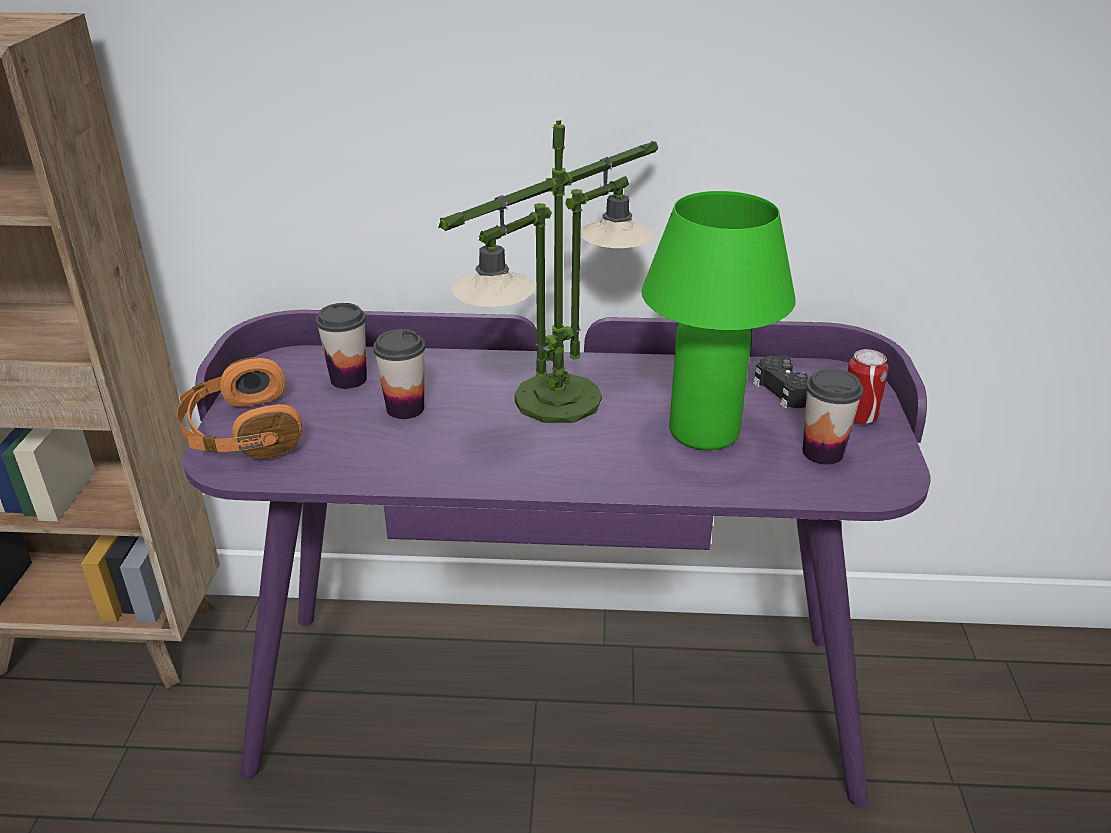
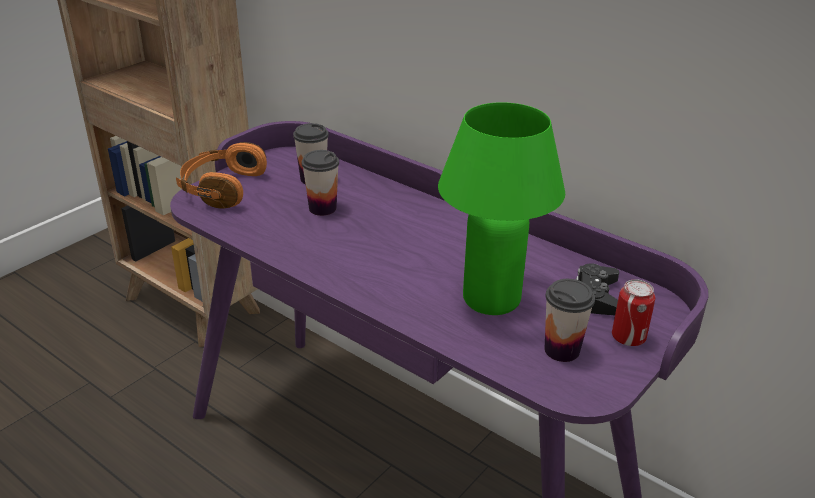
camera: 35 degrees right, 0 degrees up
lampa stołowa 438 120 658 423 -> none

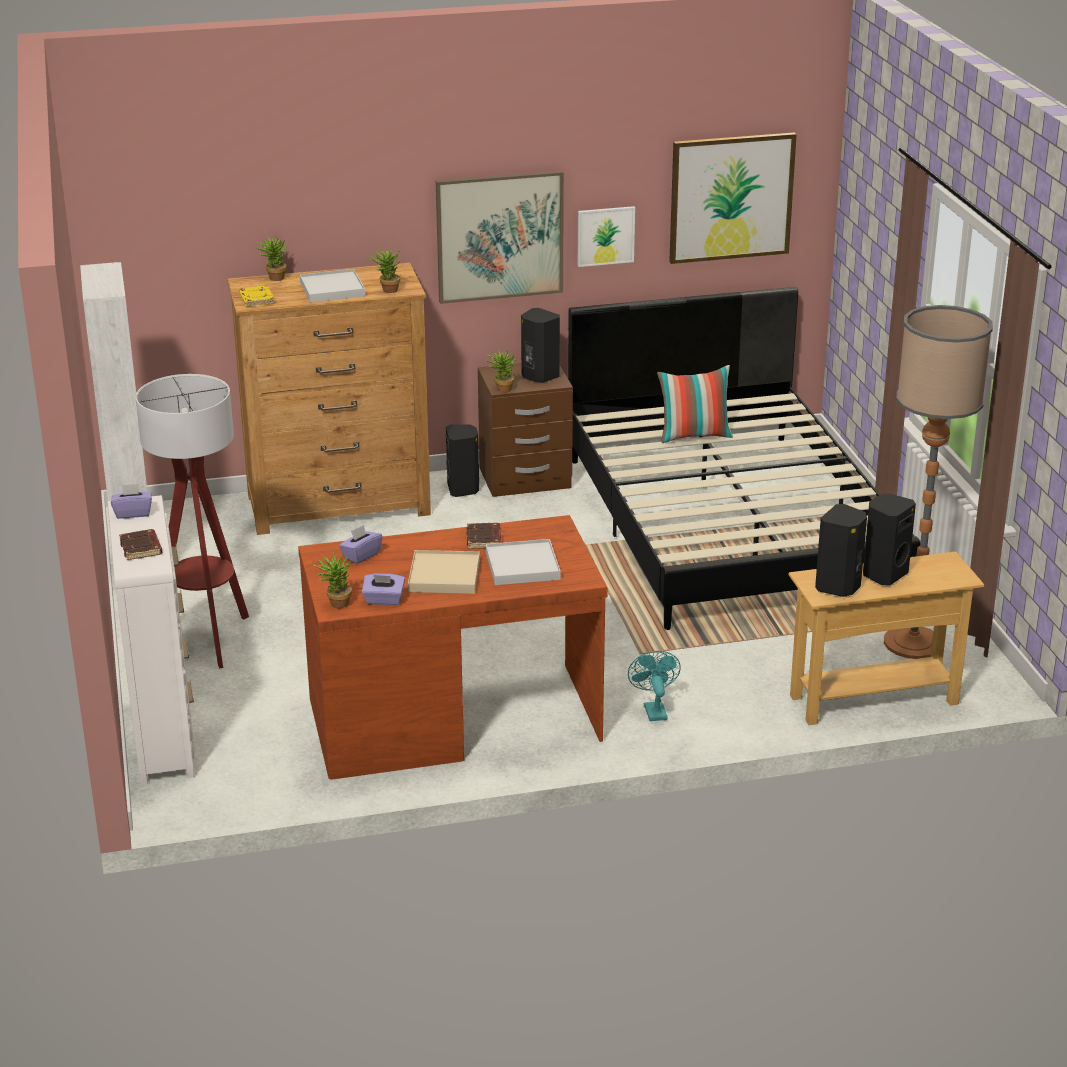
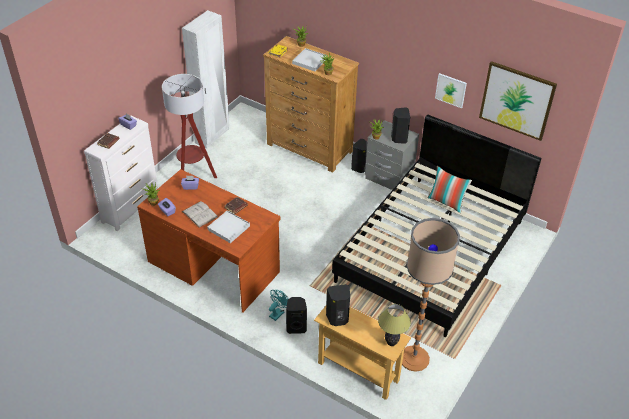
camera: 45 degrees right, 15 degrees up
taca [beżowy] 408 550 480 594 -> książka [biały] 182 201 218 228
obraz 436 171 564 304 -> none
szafka nocna [brązowy] 478 363 573 497 -> szafka nocna [szary] 365 120 419 190
głośnik [czarny] 863 494 916 585 -> głośnik [czarny] 286 297 307 334, relocated
none -> lampa stołowa 378 304 411 346

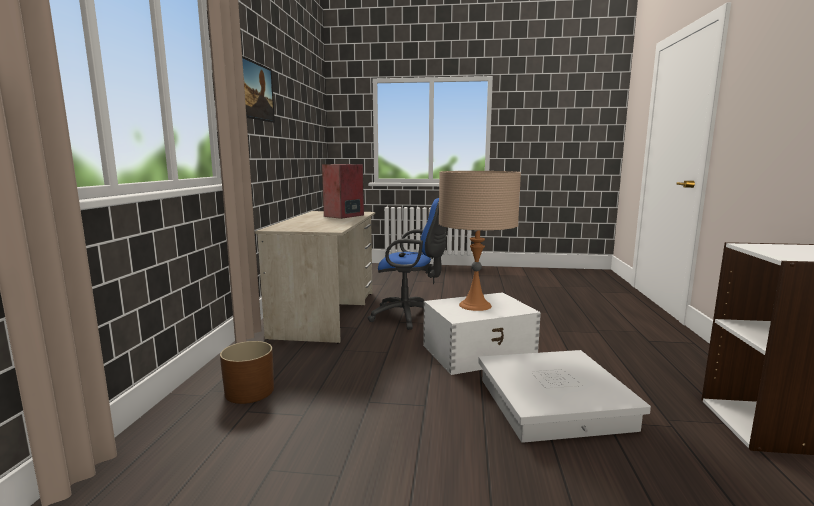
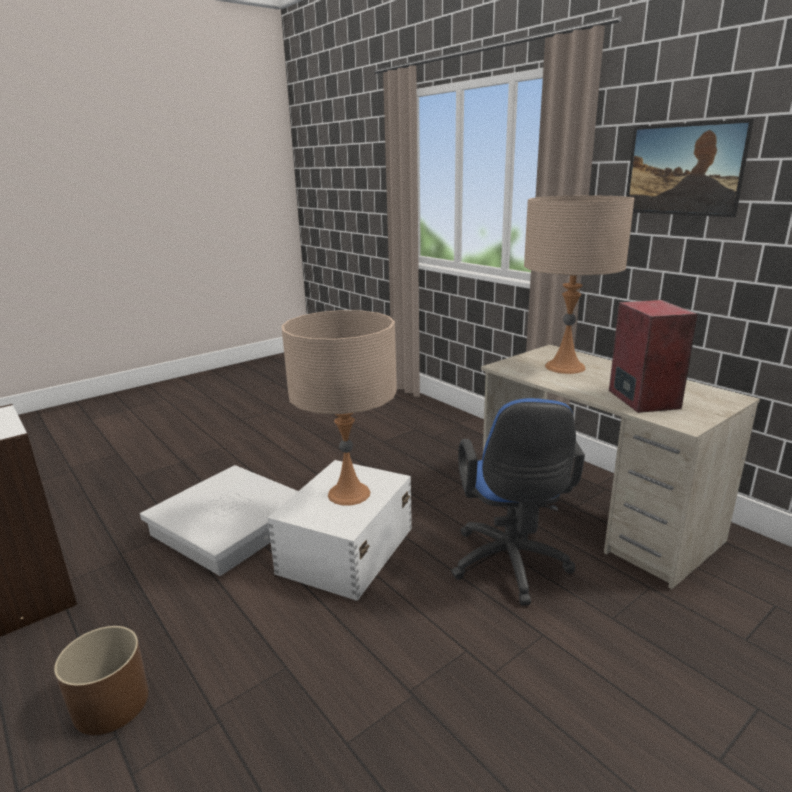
camera: 135 degrees right, 10 degrees up
donica [brązowy] 220 341 274 404 -> donica [brązowy] 54 626 149 735, relocated
krzesło biurowe [niebieski] 368 198 446 330 -> krzesło biurowe [niebieski] 451 398 585 605, 60 degrees counterclockwise
none -> lampa stołowa [beżowy] 524 195 634 374

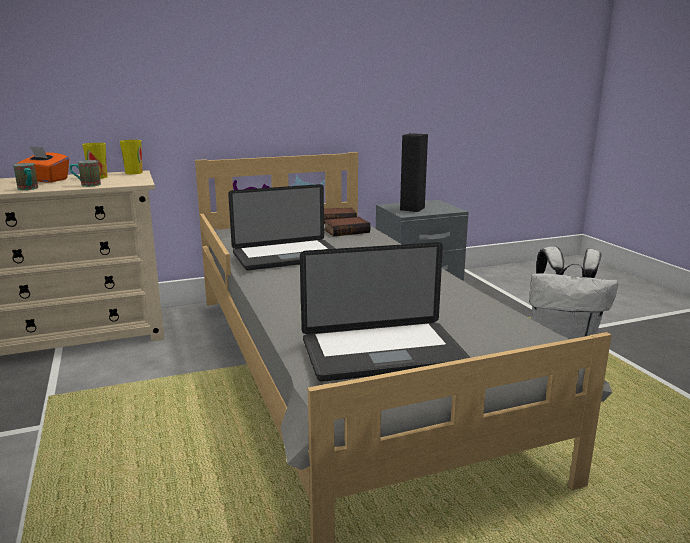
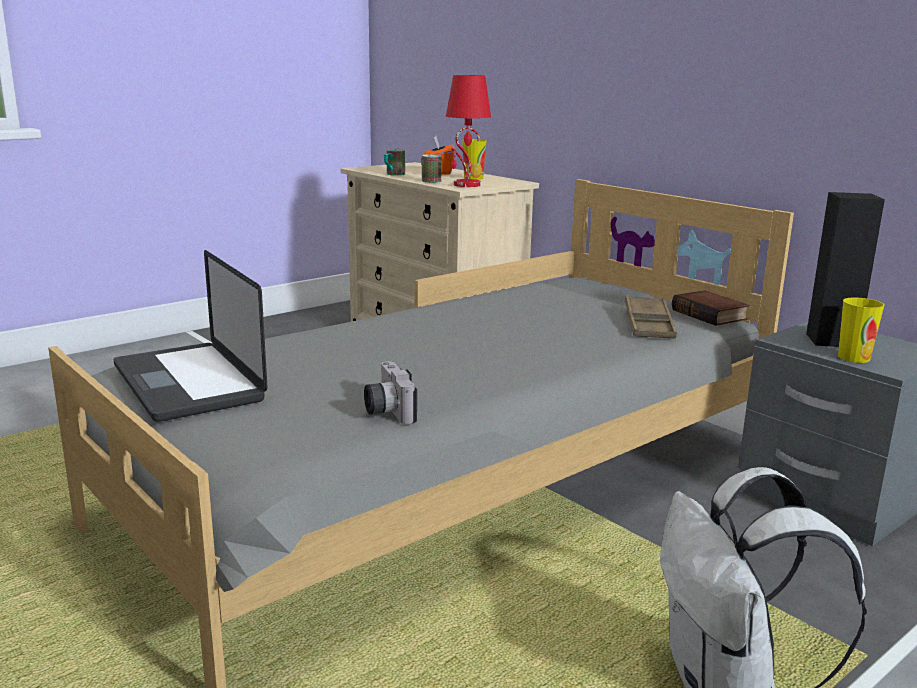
camera: 70 degrees right, 0 degrees up
filiżanka 120 140 143 174 -> filiżanka 838 297 885 363, relocated
laptop 228 184 336 270 -> none
książka 324 217 370 236 -> taca [brązowy] 625 295 677 339
none -> aparat fotograficzny 364 361 417 424
none -> lampa stołowa [czerwony] 446 75 491 187

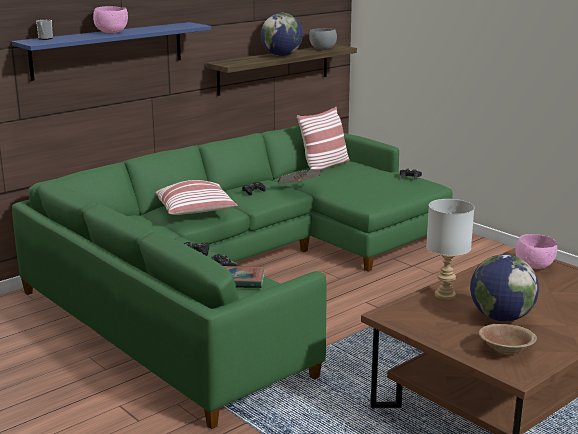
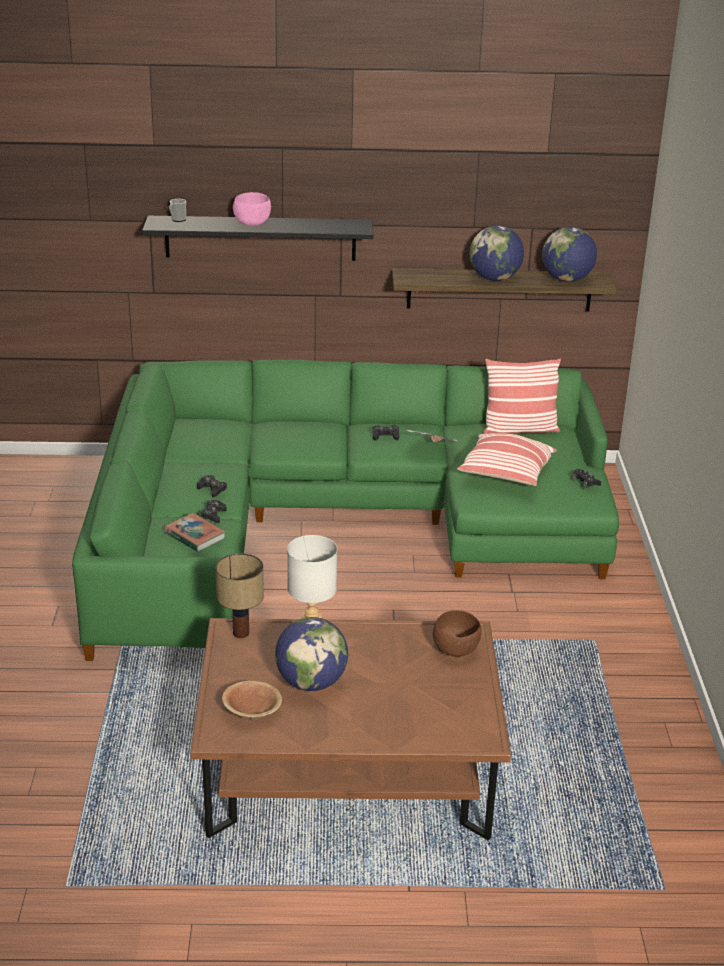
camera: 40 degrees right, 10 degrees up
półka [niebieski] 12 22 211 81 -> półka [czarny] 142 216 373 261
poduszka 154 180 238 215 -> poduszka 457 433 557 486, relocated
miska [szary] 309 28 337 50 -> globus 542 227 597 282
miska [różowy] 515 234 557 269 -> miska [brązowy] 433 610 481 657
none -> lampa stołowa 215 553 264 638

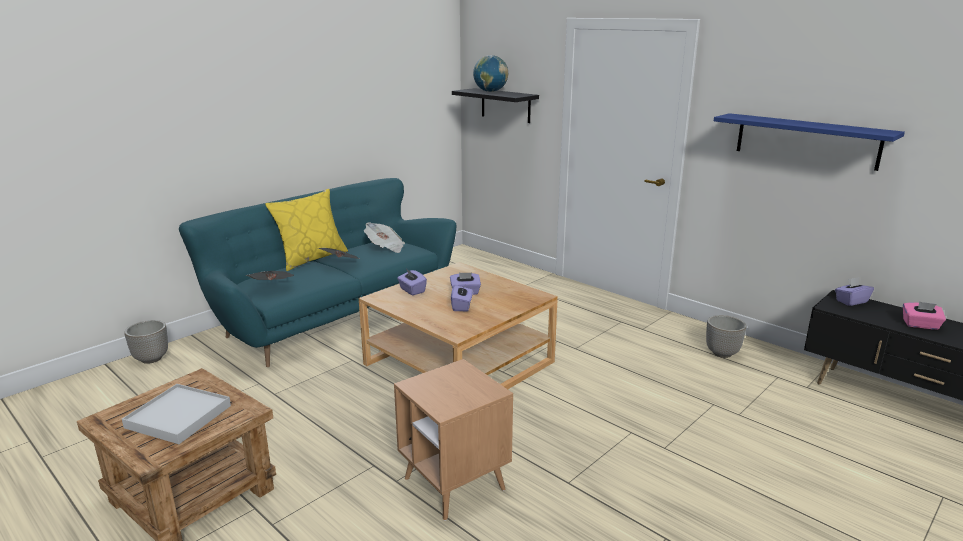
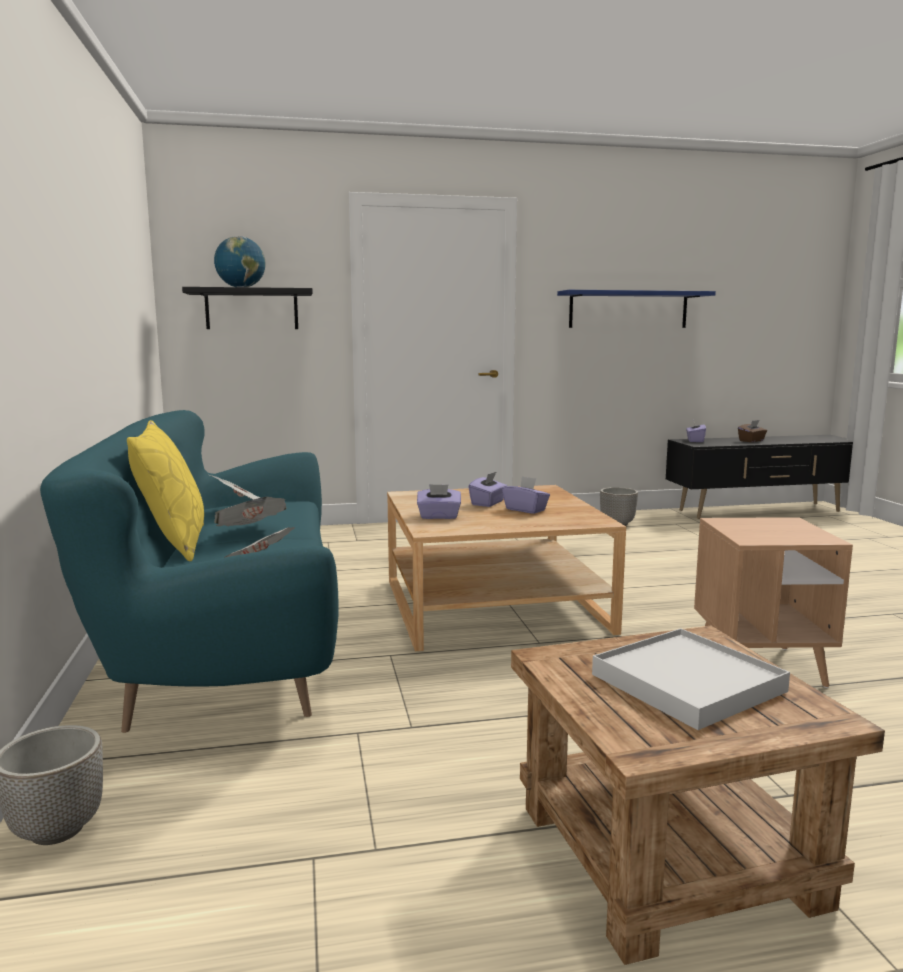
camera: 55 degrees left, 10 degrees down
pudełko chusteczek [różowy] 903 302 946 330 -> pudełko chusteczek [brązowy] 738 420 767 442

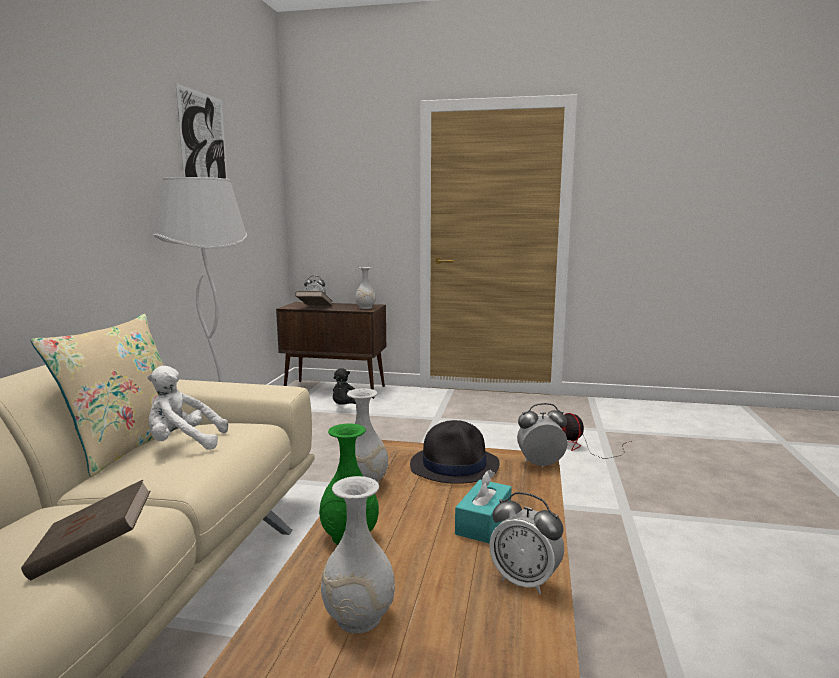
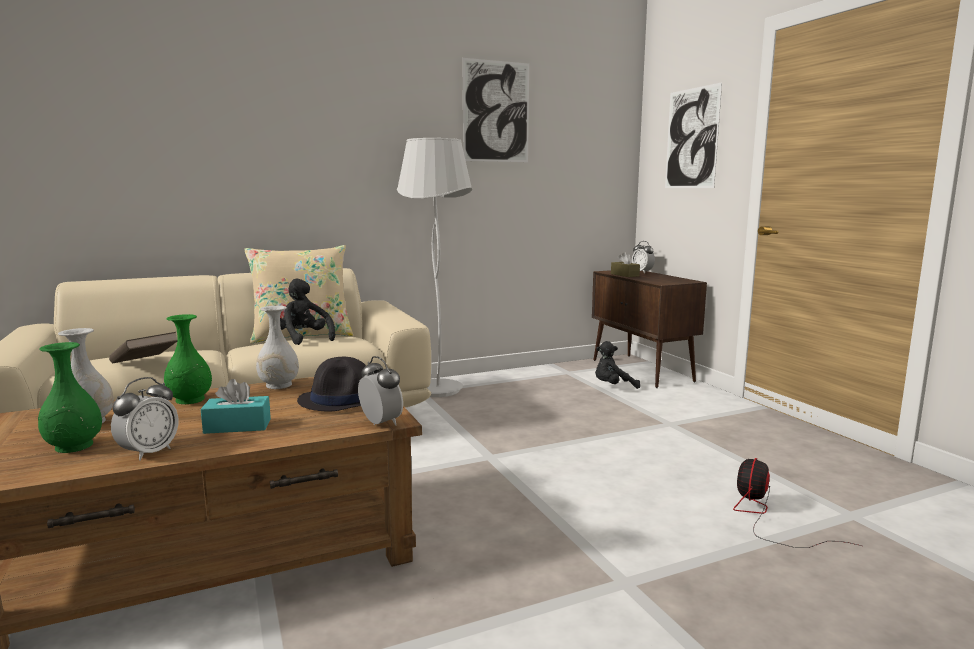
camera: 55 degrees right, 0 degrees up
pluszak [biały] 148 366 228 450 -> pluszak [czarny] 280 279 335 345
książka [brązowy] 295 291 332 306 -> pudełko chusteczek [brązowy] 611 252 640 277
wazon [biały] 355 267 376 309 -> none
budzik 489 492 564 594 -> budzik 111 377 179 461, 150 degrees counterclockwise
none -> wazon [zielony] 38 342 102 453
none -> obraz 665 82 722 188

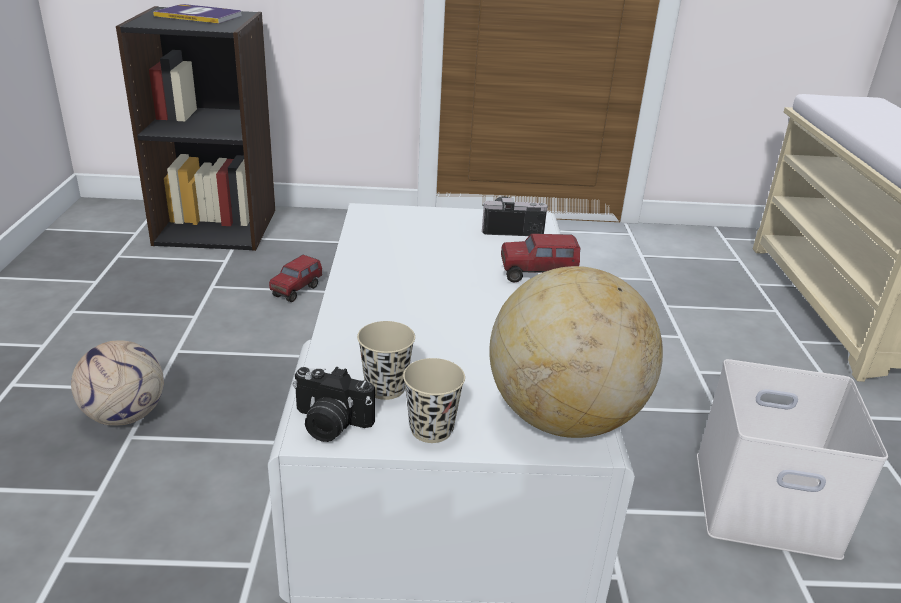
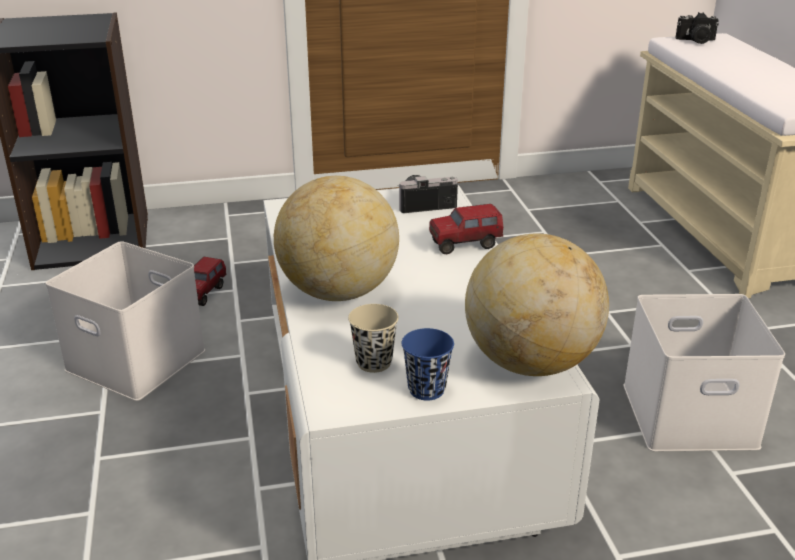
camera: 10 degrees left, 0 degrees up
piłka futbolowa 71 340 164 426 -> none
książka 153 4 242 24 -> none
aparat fotograficzny 292 367 375 442 -> aparat fotograficzny 675 12 719 44, relocated
filiżanka [beżowy] 403 358 465 443 -> filiżanka [niebieski] 402 328 454 400
none -> pojemnik do przechowywania [biały] 45 241 205 401
none -> globus 274 176 399 301

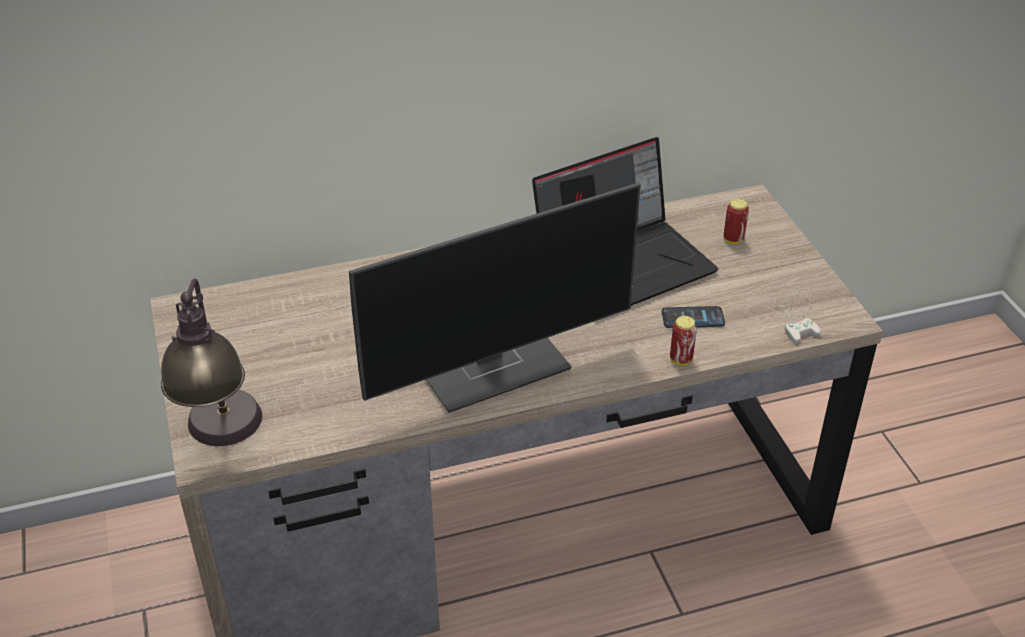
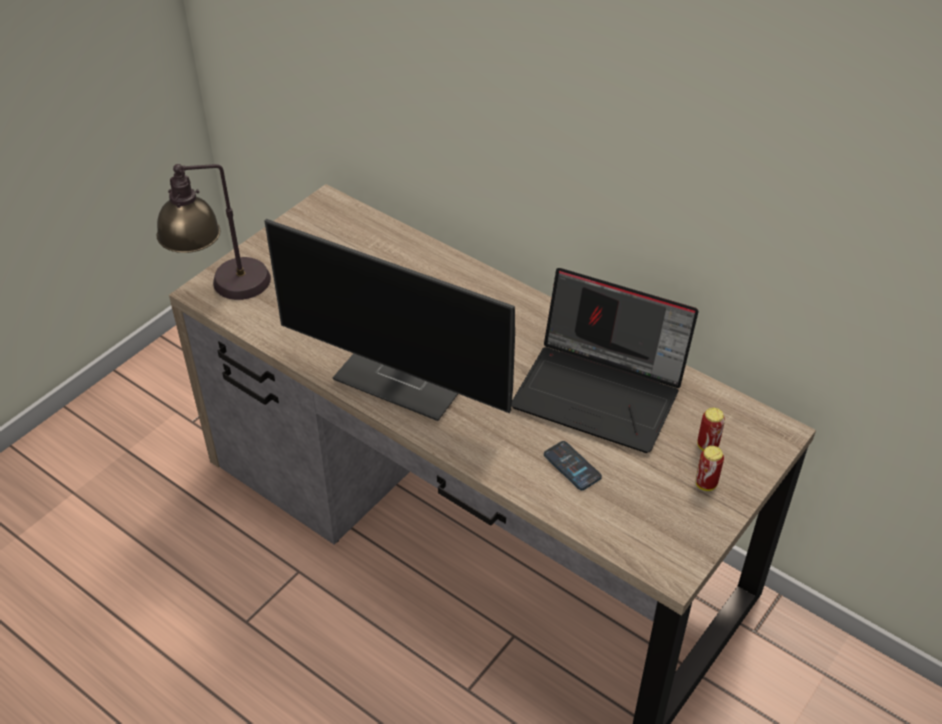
camera: 55 degrees right, 5 degrees up
puszka 670 316 697 366 -> puszka 696 446 724 491, relocated
pad do gier [biały] 745 290 821 343 -> none

